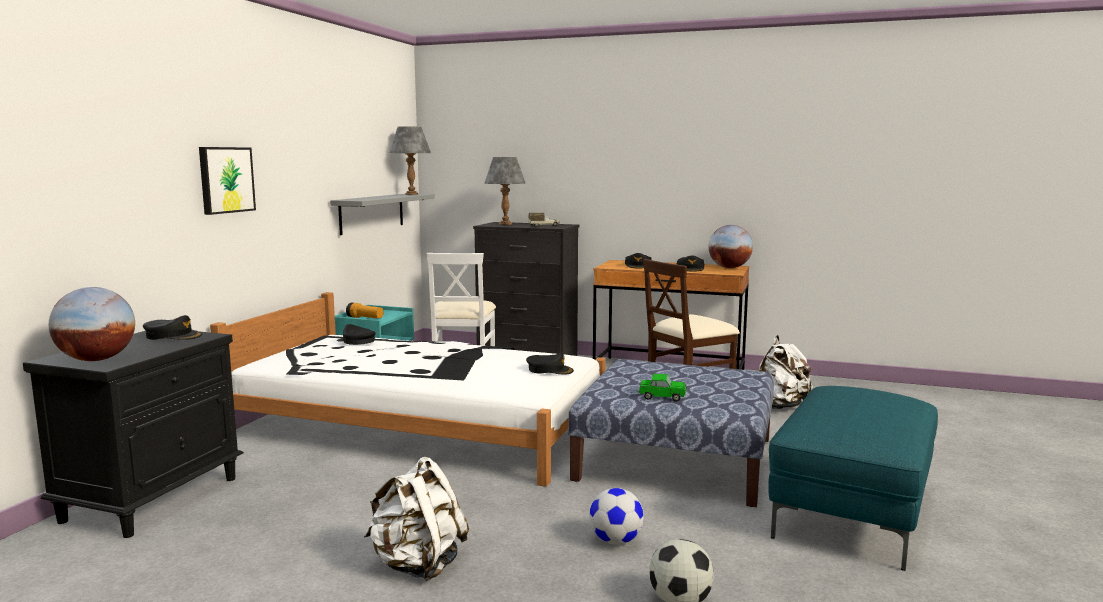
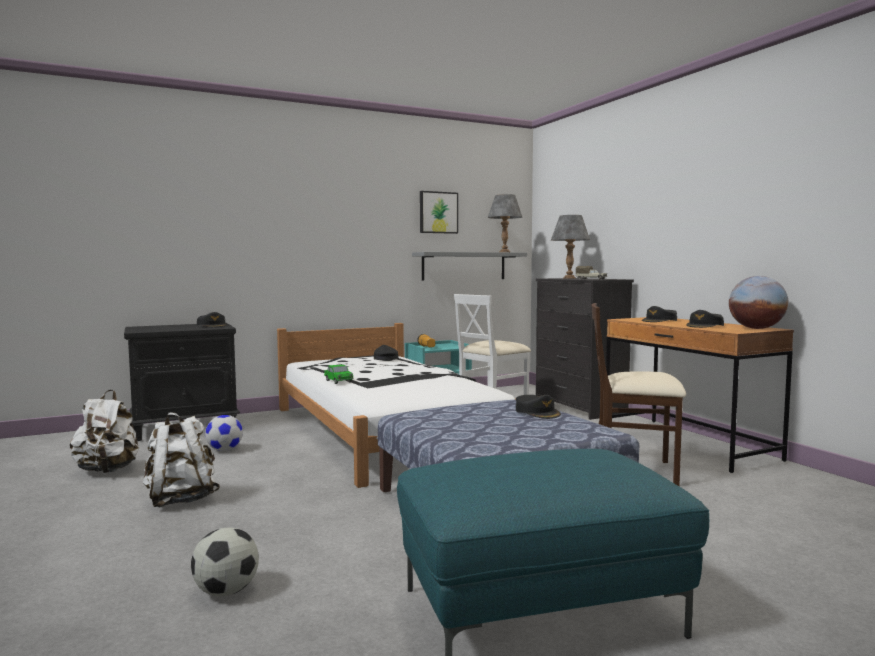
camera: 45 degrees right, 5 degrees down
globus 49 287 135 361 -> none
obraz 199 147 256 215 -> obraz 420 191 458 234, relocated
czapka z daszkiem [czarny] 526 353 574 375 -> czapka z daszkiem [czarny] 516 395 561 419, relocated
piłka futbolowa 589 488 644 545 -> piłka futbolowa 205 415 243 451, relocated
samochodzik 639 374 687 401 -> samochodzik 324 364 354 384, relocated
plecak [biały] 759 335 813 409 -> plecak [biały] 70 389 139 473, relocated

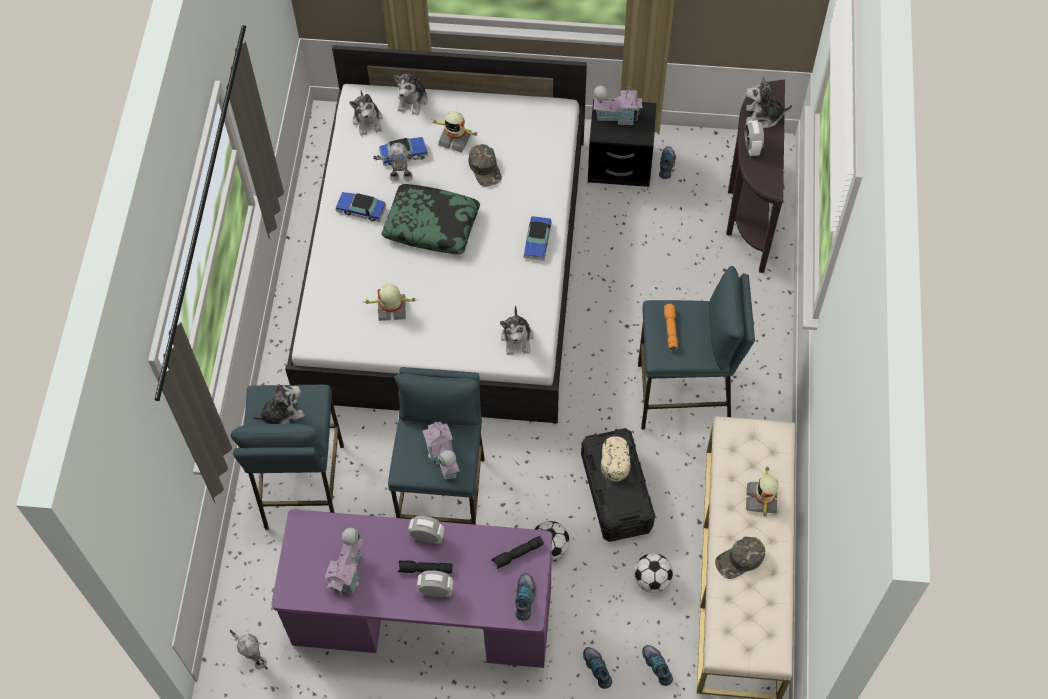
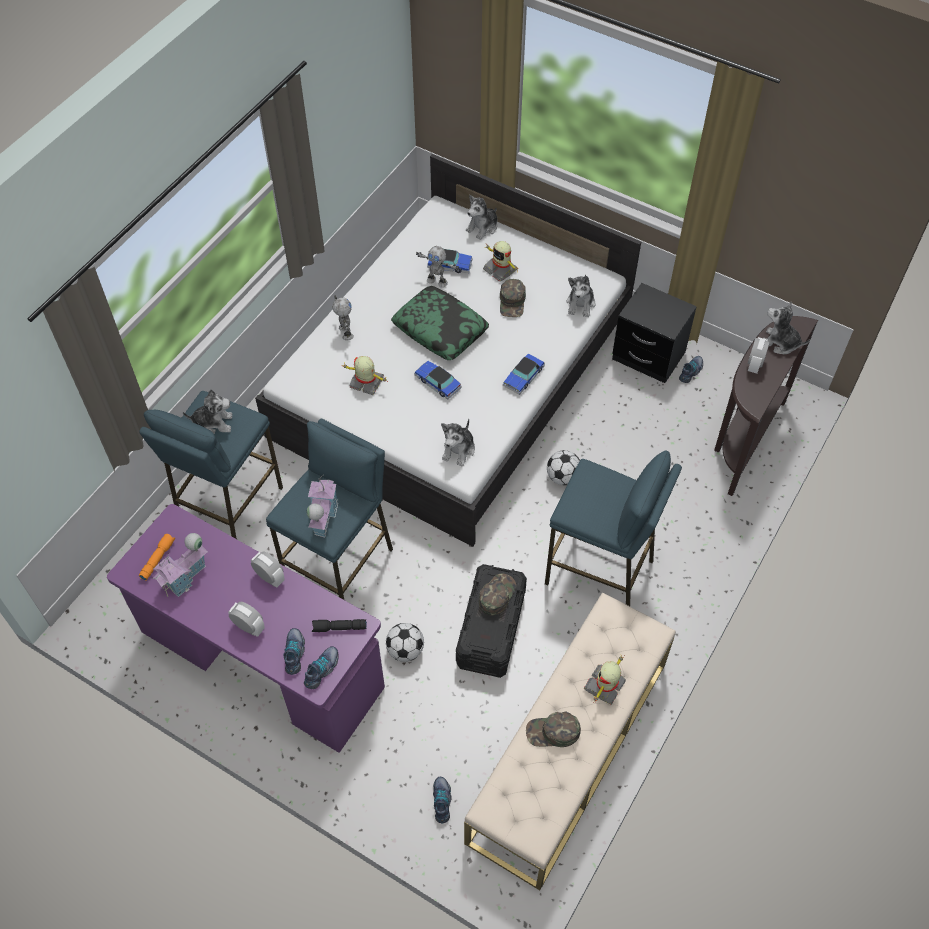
camera: 25 degrees right, 5 degrees down
robot zabawkowy 230 630 268 669 -> robot zabawkowy 332 295 354 341, relocated
samochodzik 335 192 386 222 -> samochodzik 414 361 462 400, relocated
pluszak 350 90 383 136 -> pluszak 566 274 595 317, relocated
latarka [czarny] 398 560 453 574 -> none
but 583 647 612 689 -> but 283 628 305 675, relocated
domek 593 85 643 125 -> none
czapka z daszkiem [beżowy] 601 436 630 482 -> czapka z daszkiem [zielony] 479 573 516 615
piłka futbolowa 634 553 673 593 -> piłka futbolowa 547 450 580 485, relocated
latarka [pomarańczowy] 664 304 678 351 -> latarka [pomarańczowy] 139 534 175 581, relocated

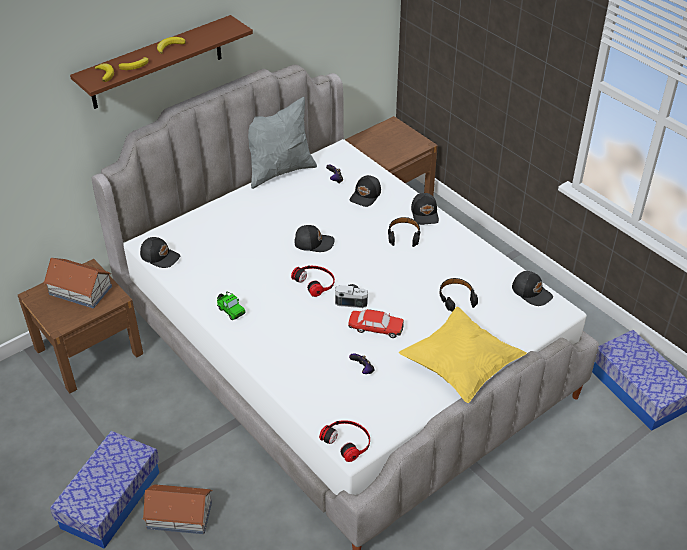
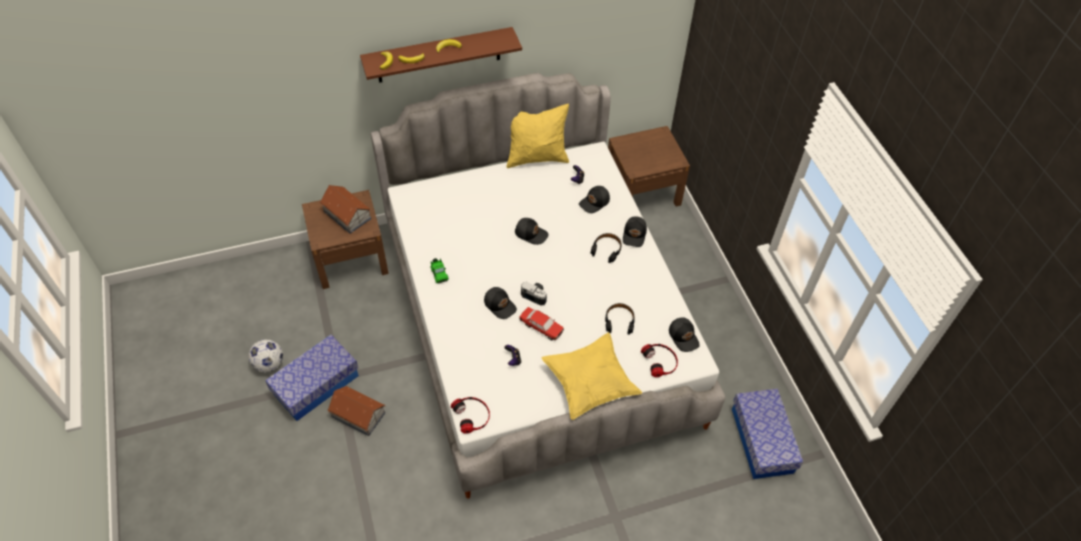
camera: 20 degrees right, 10 degrees up
czapka z daszkiem [czarny] 140 237 180 268 -> czapka z daszkiem [czarny] 484 287 517 319, relocated
poduszka [szary] 248 97 317 189 -> poduszka [żółty] 507 104 569 168
słuchawki 291 266 335 297 -> słuchawki 641 344 678 377, relocated
none -> piłka futbolowa 248 339 283 372

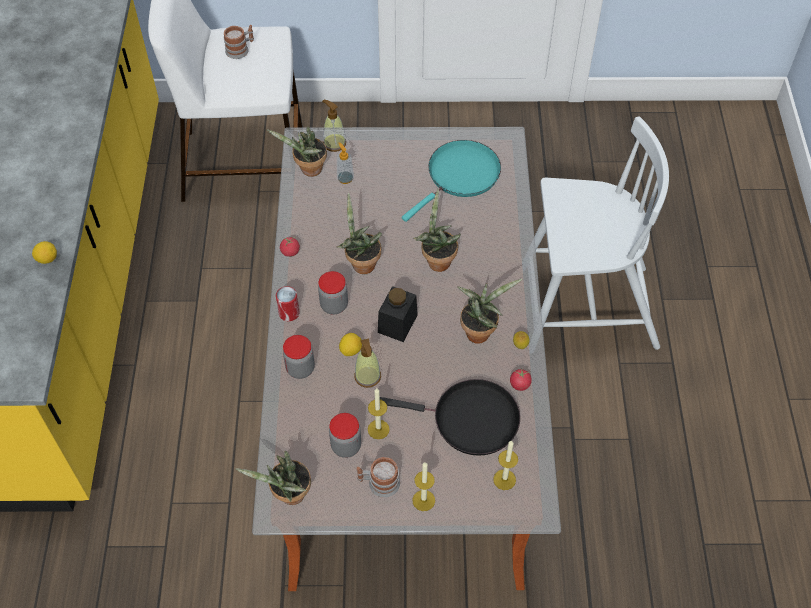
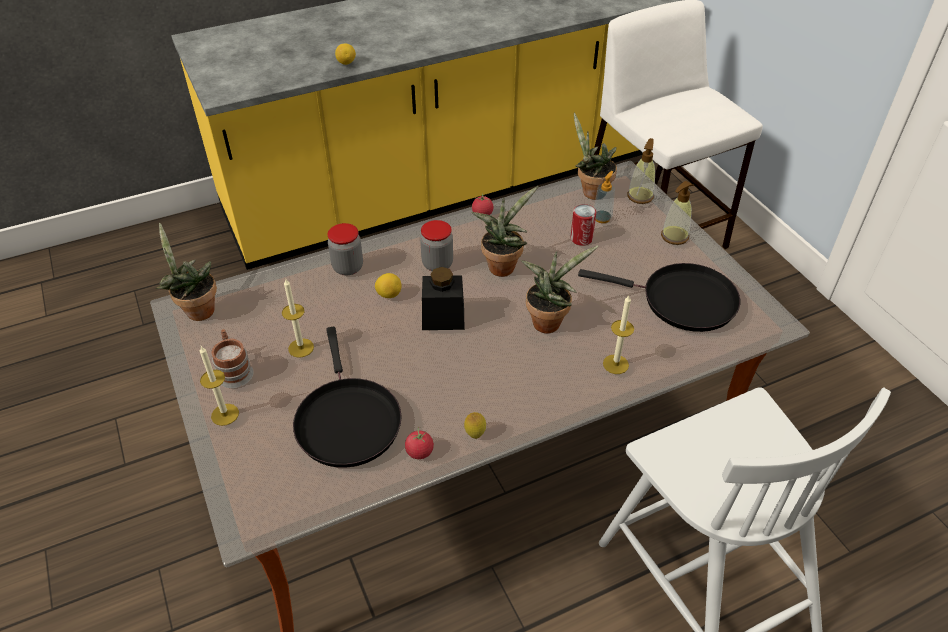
camera: 65 degrees right, 10 degrees down
kubek 224 25 254 59 -> none
puszka 276 286 299 321 -> puszka 570 204 596 246, relocated
słoik 329 413 361 458 -> none
dozownik mydła 354 338 381 388 -> dozownik mydła 661 181 694 245, relocated
patelnia [turkusowy] 401 140 501 222 -> patelnia [czarny] 578 263 740 332
roślina doniczkowa 457 279 522 344 -> none
świeca 493 440 518 490 -> świeca 603 296 634 374, relocated

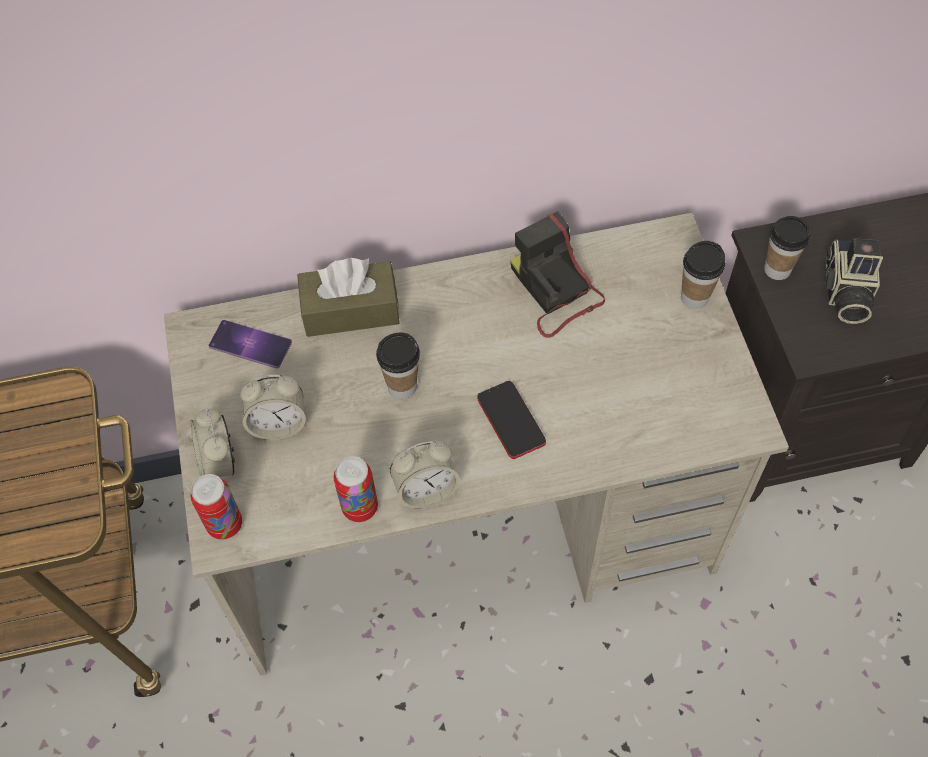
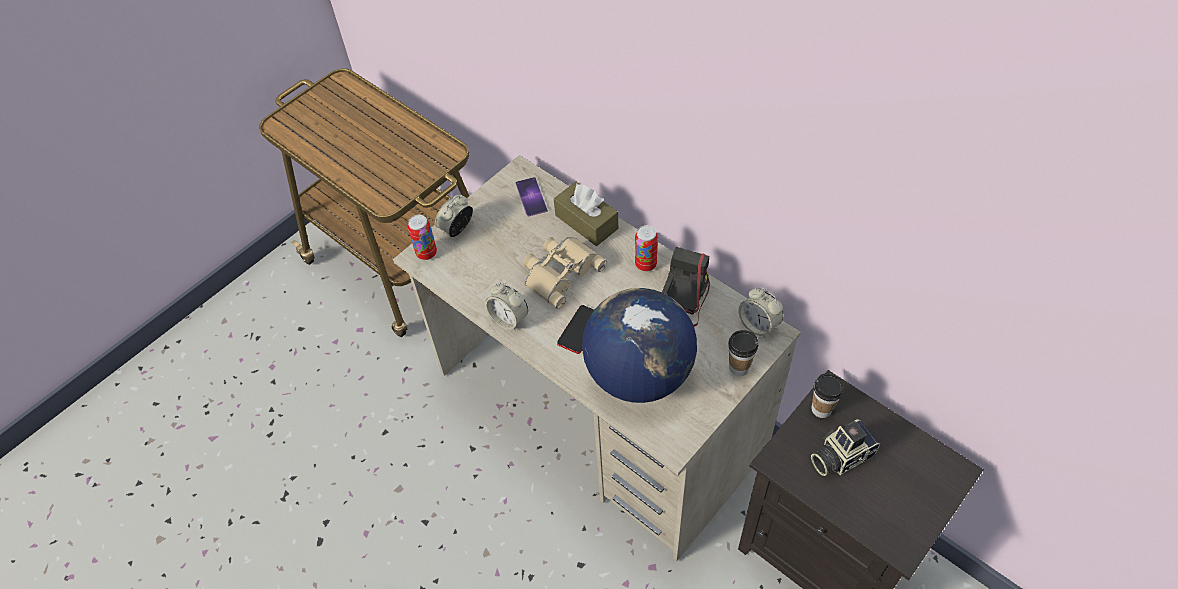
camera: 55 degrees right, 5 degrees down
budzik 240 375 306 440 -> budzik 738 287 783 337, relocated
puszka 334 456 378 522 -> puszka 635 225 658 272, relocated
filiżanka 376 333 420 399 -> lornetka [beżowy] 523 237 607 309
none -> globus 582 288 697 403

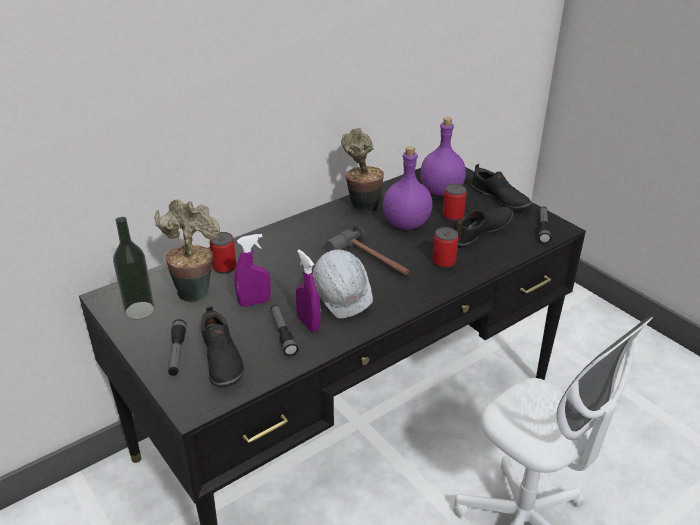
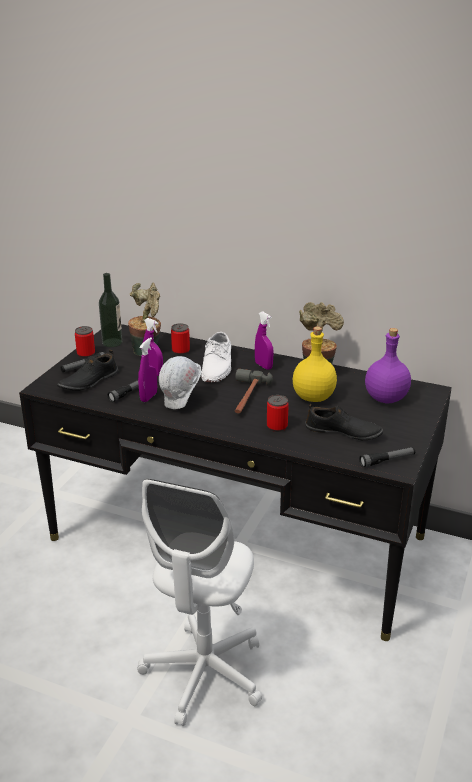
camera: 60 degrees right, 5 degrees down
butelka [fioletowy] 383 146 432 230 -> butelka [żółty] 293 327 337 402
puszka 443 184 467 222 -> puszka 75 326 95 358, relocated
but [czarny] 470 164 532 210 -> none
none -> but [biały] 201 332 231 382
none -> spryskiwacz [fioletowy] 255 311 274 370

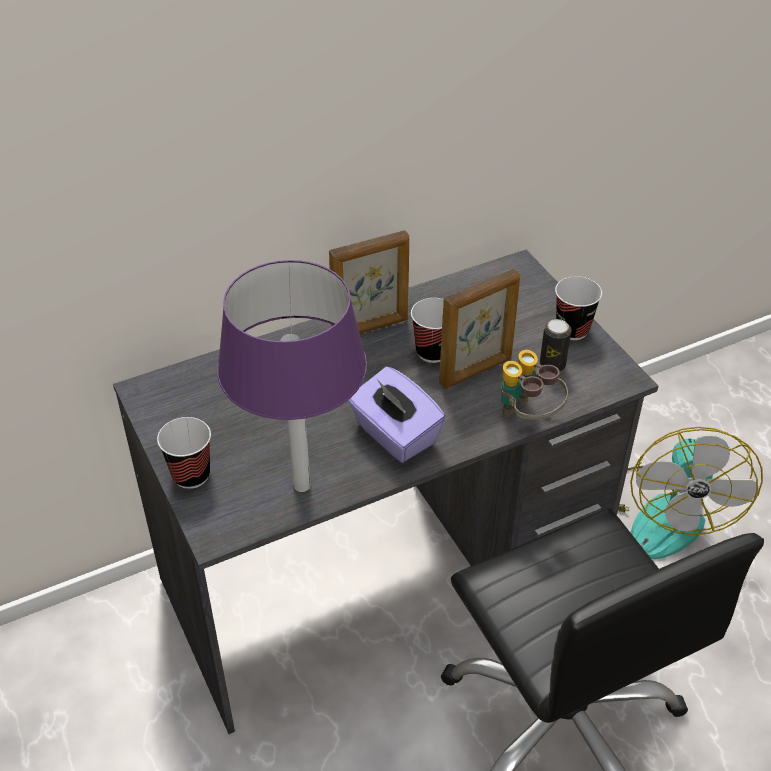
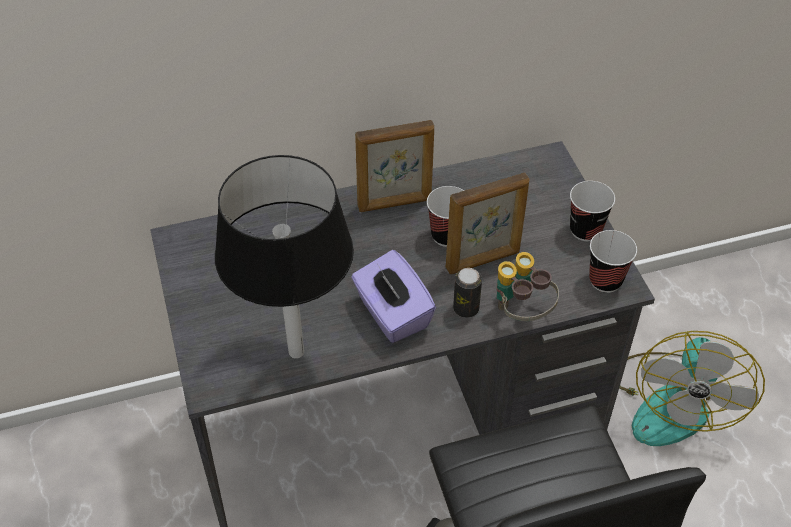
camera: 10 degrees right, 5 degrees up
filiżanka 157 417 211 489 -> filiżanka 589 230 637 293, relocated
lampa stołowa [fioletowy] 217 260 367 492 -> lampa stołowa [czarny] 215 155 354 359
puszka 540 319 571 371 -> puszka 453 268 482 318, relocated

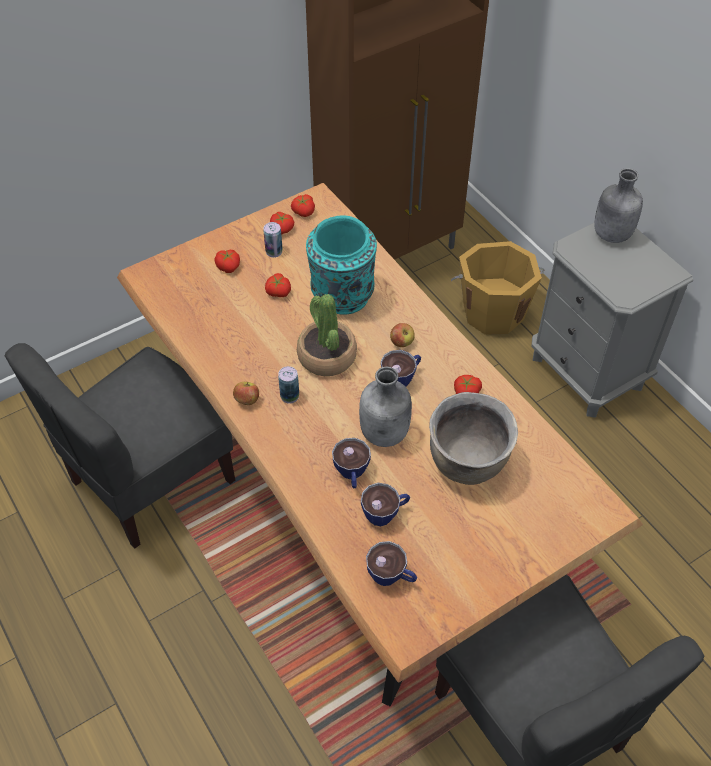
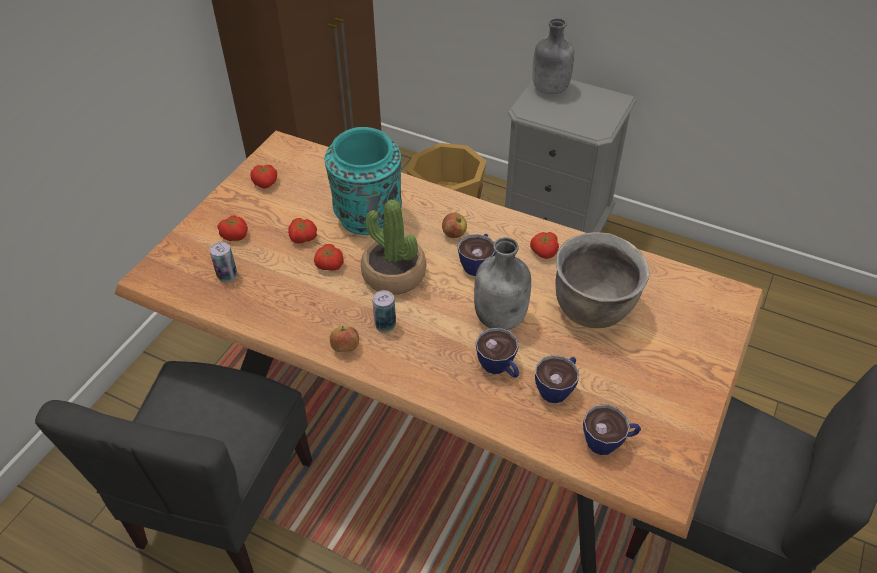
camera: 30 degrees left, 5 degrees down
puszka 263 222 283 258 -> puszka 210 242 237 283, relocated
pomidor 291 194 315 217 -> pomidor 314 244 343 271, relocated

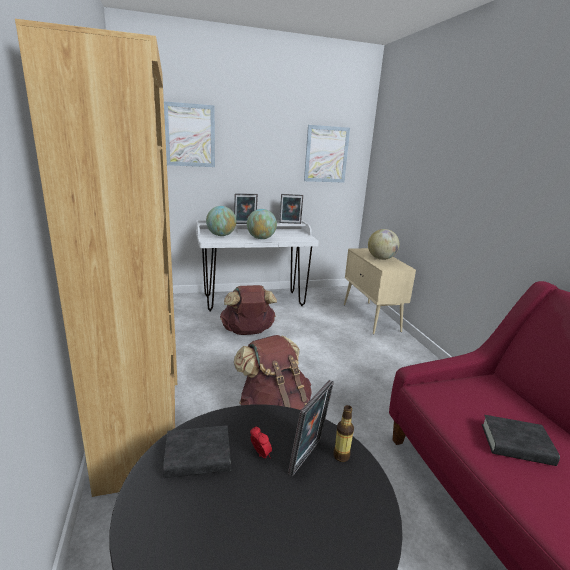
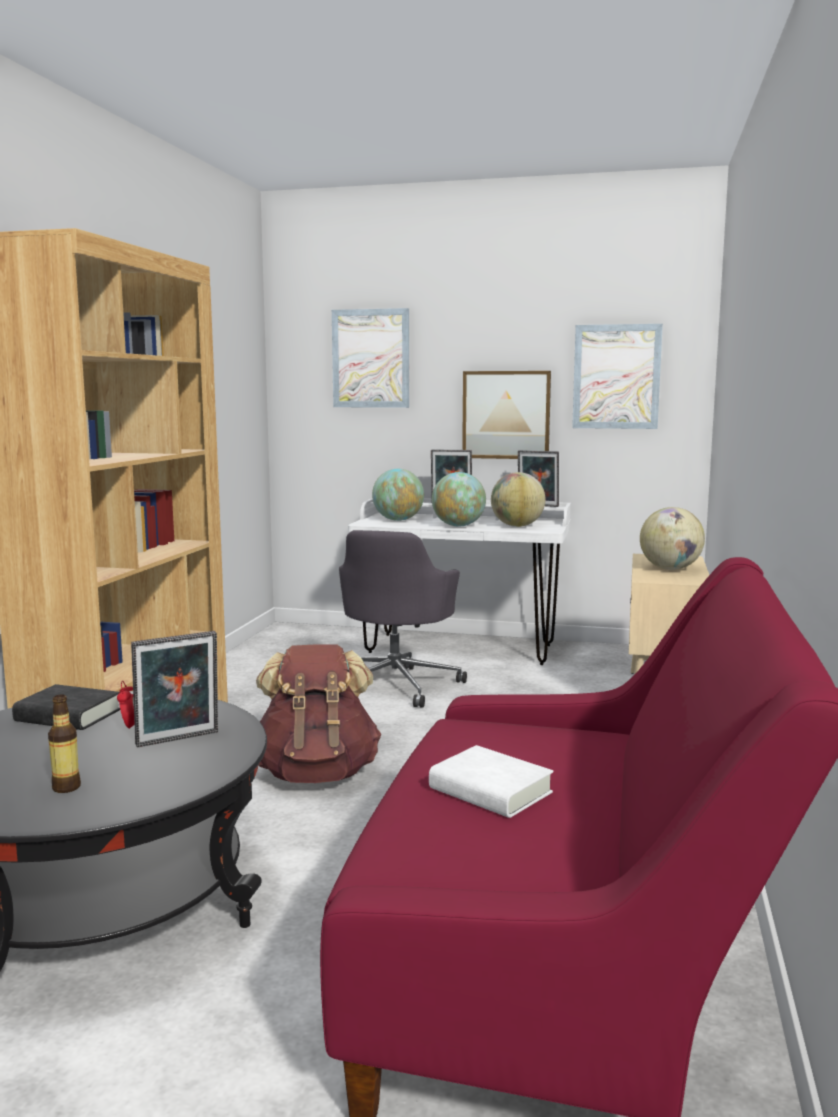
camera: 30 degrees right, 10 degrees down
plecak [brązowy] 220 285 277 335 -> krzesło biurowe [szary] 339 530 467 708
butelka 333 405 354 462 -> butelka 48 694 81 793, relocated
książka [czarny] 482 415 560 466 -> książka [biały] 429 745 553 818
none -> obraz 462 371 551 459
none -> globus 491 472 546 527

